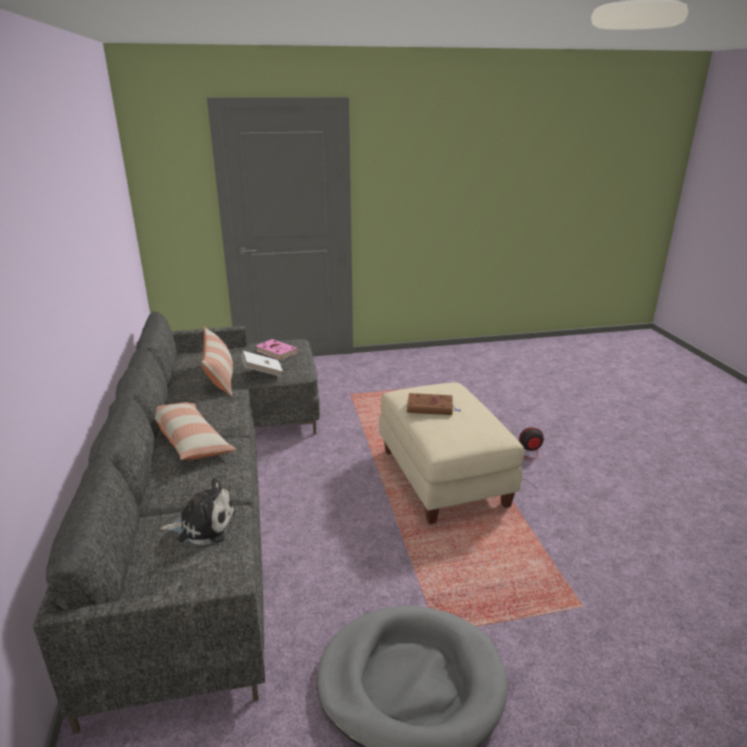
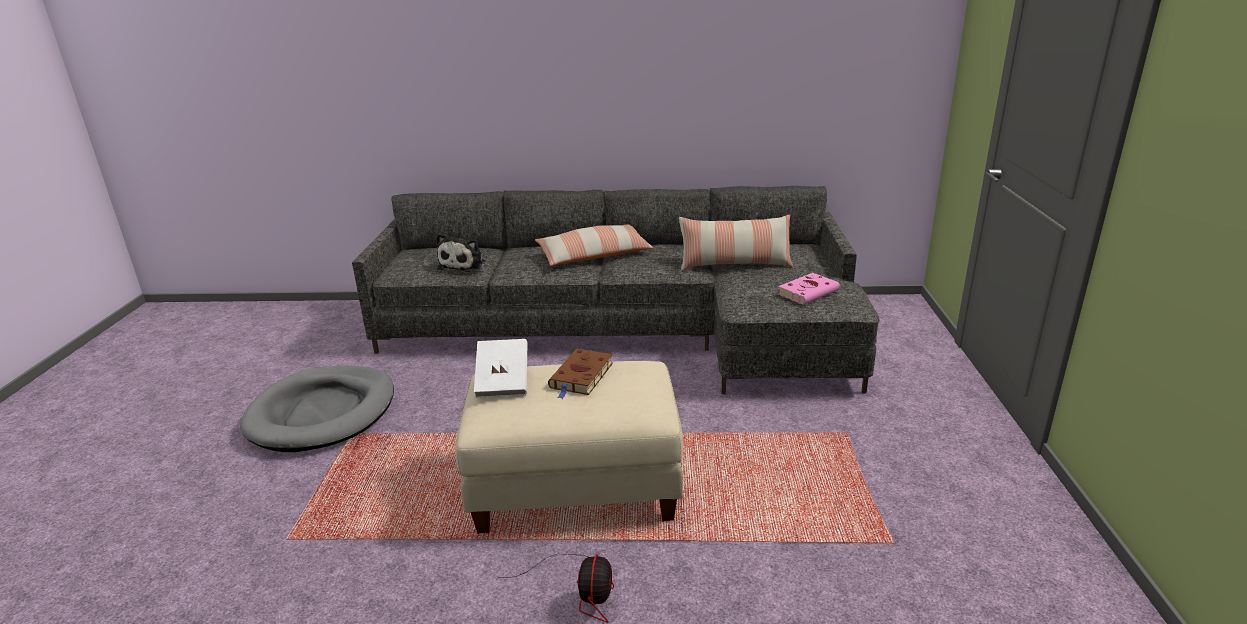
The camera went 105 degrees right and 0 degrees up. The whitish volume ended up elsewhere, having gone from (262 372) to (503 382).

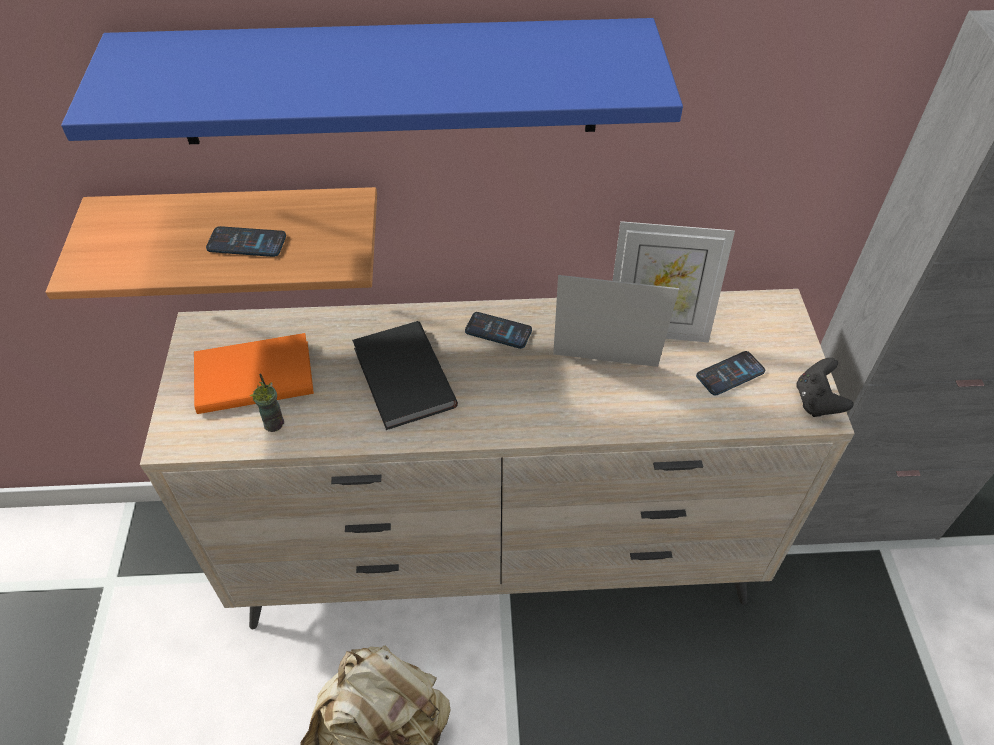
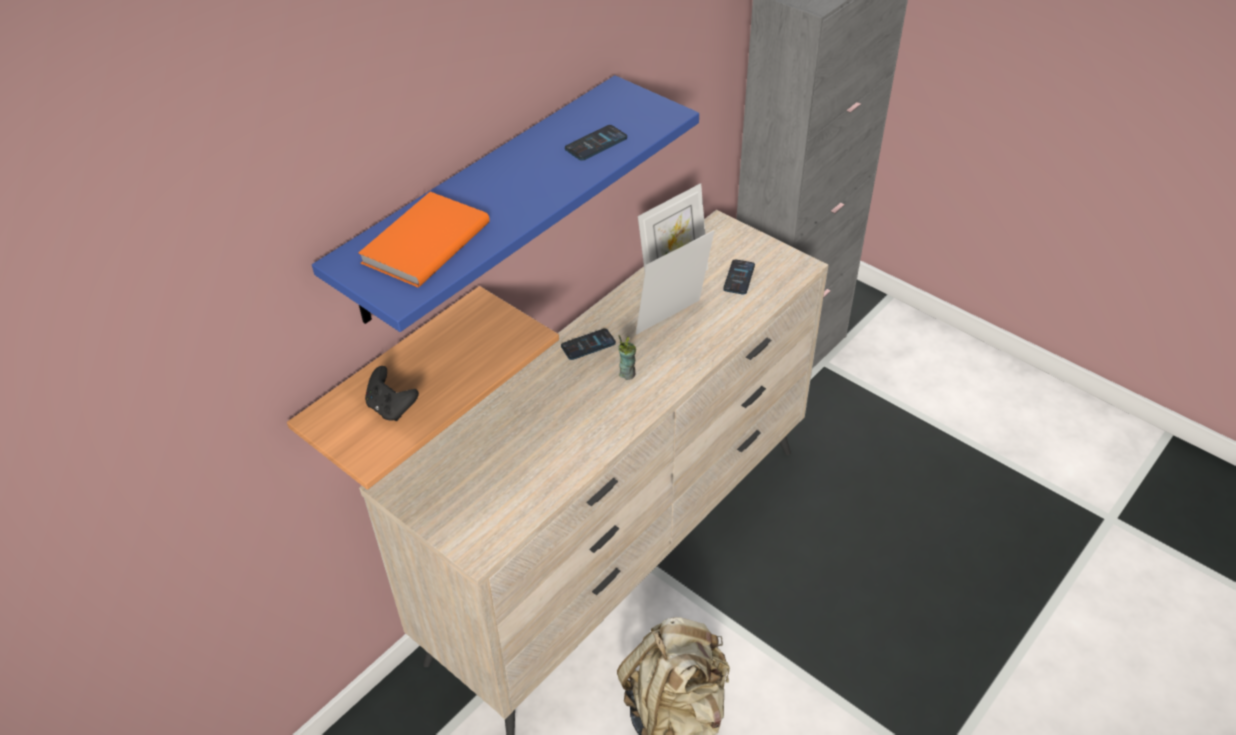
The camera went 45 degrees left and 5 degrees down. The orange volume ended up elsewhere, having gone from (252 375) to (422 243). The black joypad ended up elsewhere, having gone from (816 401) to (391 408). The telephone ended up elsewhere, having gone from (246 243) to (596 144). The small cup ended up elsewhere, having gone from (274 423) to (627 374). The second view lost the black volume at (401 379).

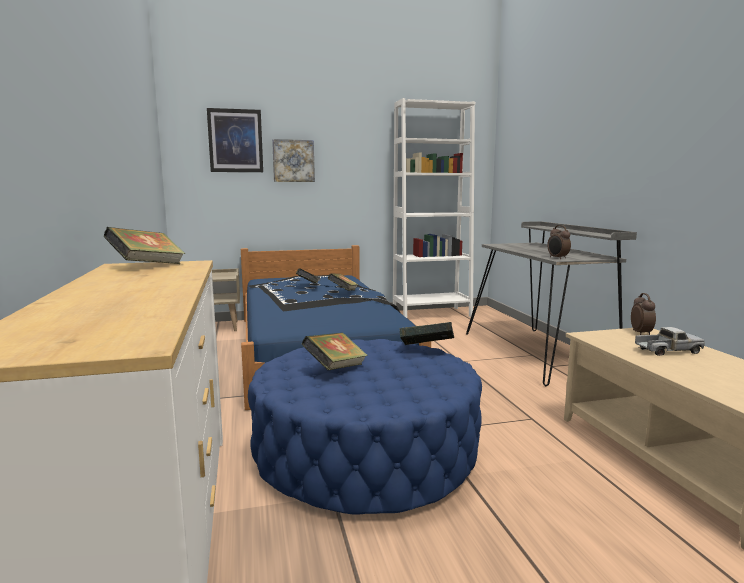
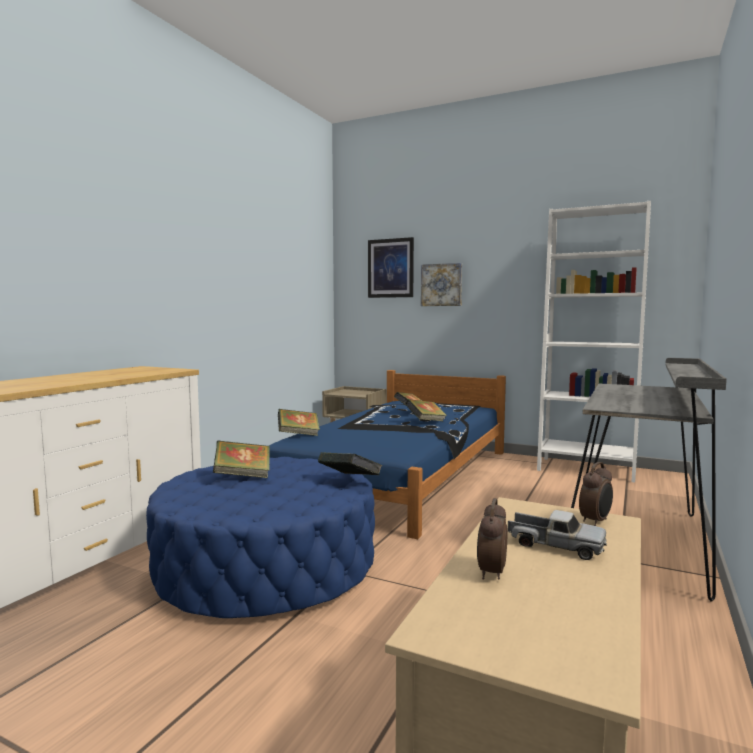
The camera went 40 degrees right and 5 degrees down. The volume ended up elsewhere, having gone from (147 266) to (298 435). The bedside clock ended up elsewhere, having gone from (557 258) to (490 573).

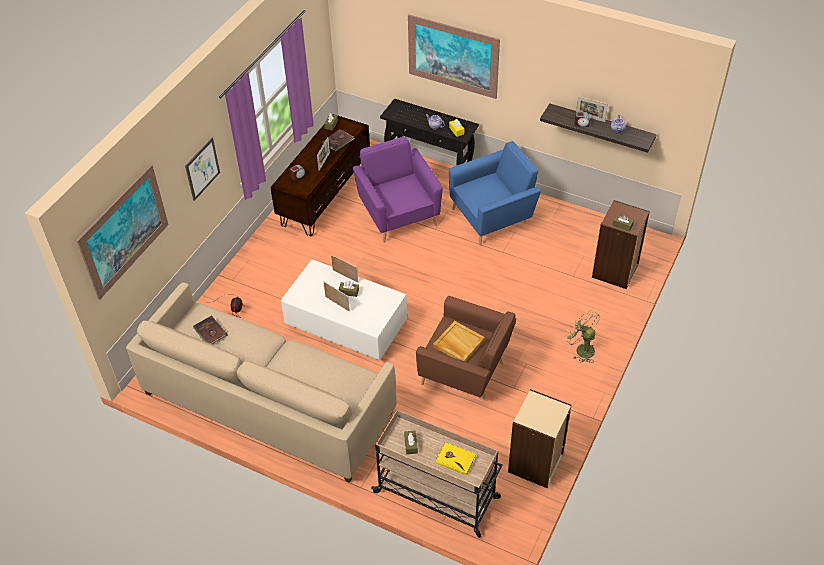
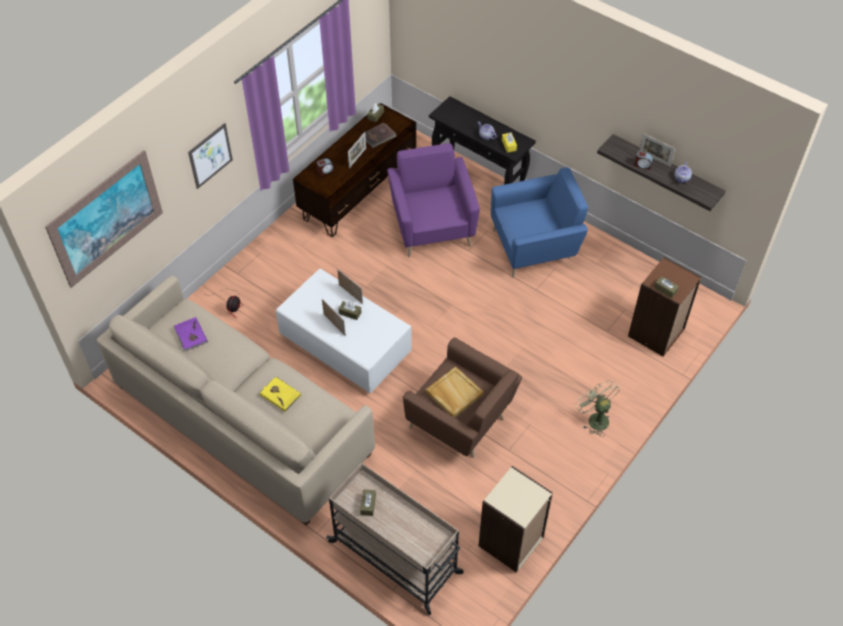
The camera went 10 degrees right and 5 degrees up. What was the brown volume at (210 332) turned into the purple-coloured volume at (190 335). The yellow volume ended up elsewhere, having gone from (455 459) to (280 394). The second view lost the wall picture at (453 56).

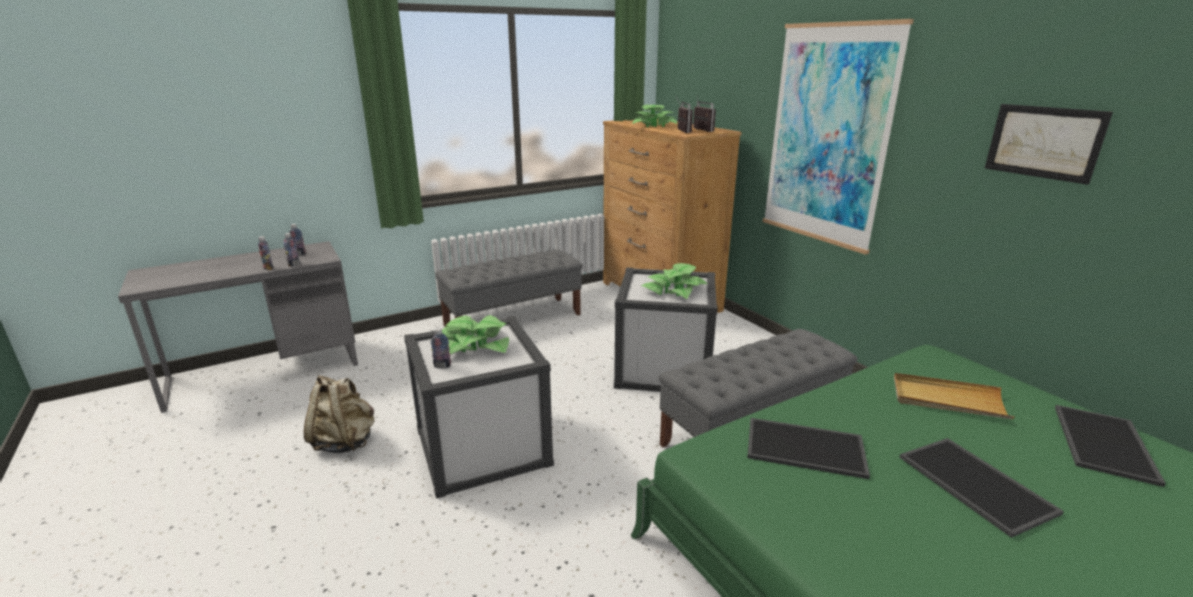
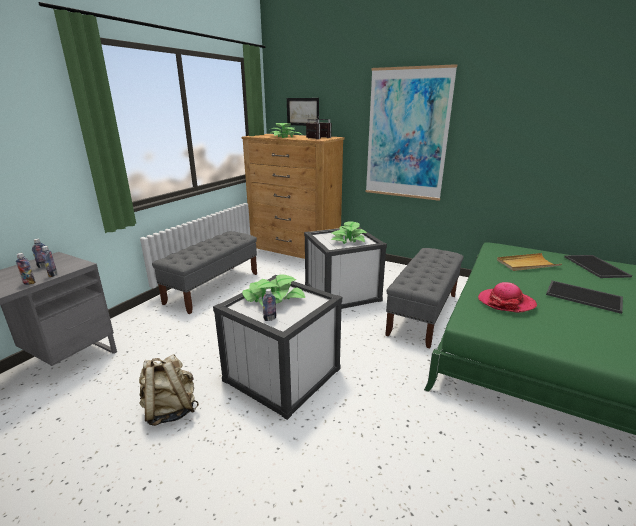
The camera went 30 degrees left and 0 degrees up. The wall picture ended up elsewhere, having gone from (1044 142) to (302 111). Where the tray stood at (806 447), the wearable hat came to stand at (506 302).

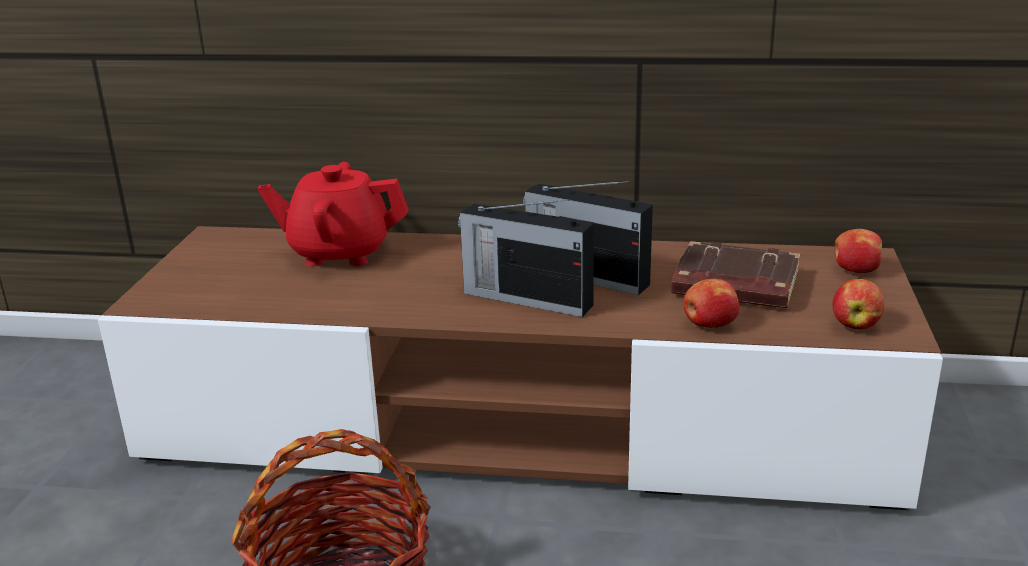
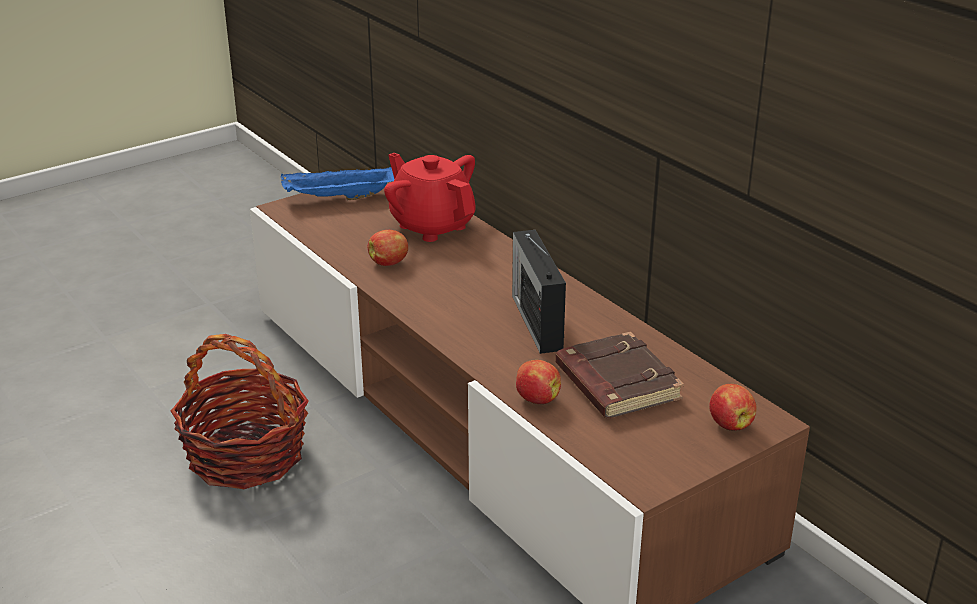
The camera went 45 degrees right and 5 degrees up. The second view gained the blue-coloured tray at (340 198). The apple fruit ended up elsewhere, having gone from (855 325) to (389 263). The second view lost the radio set at (525 298).

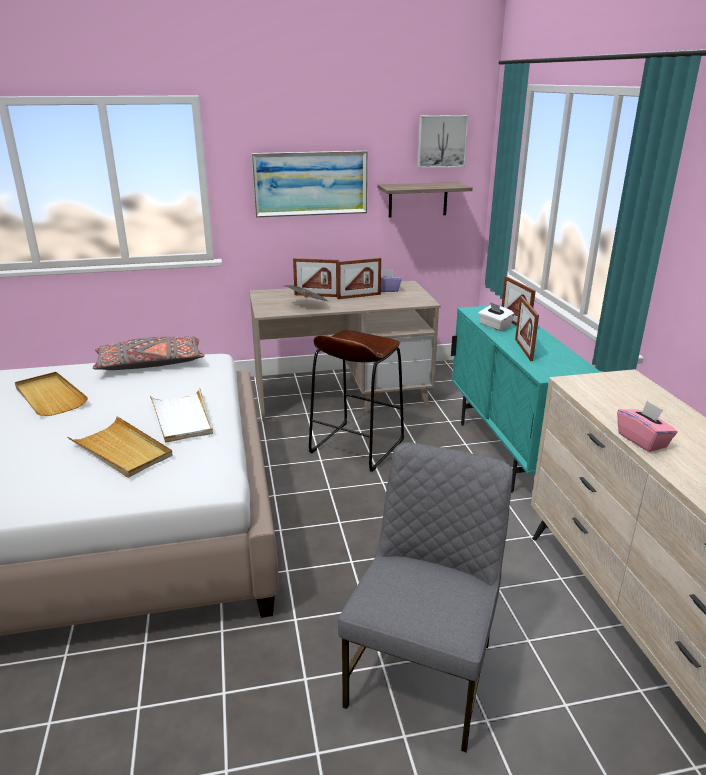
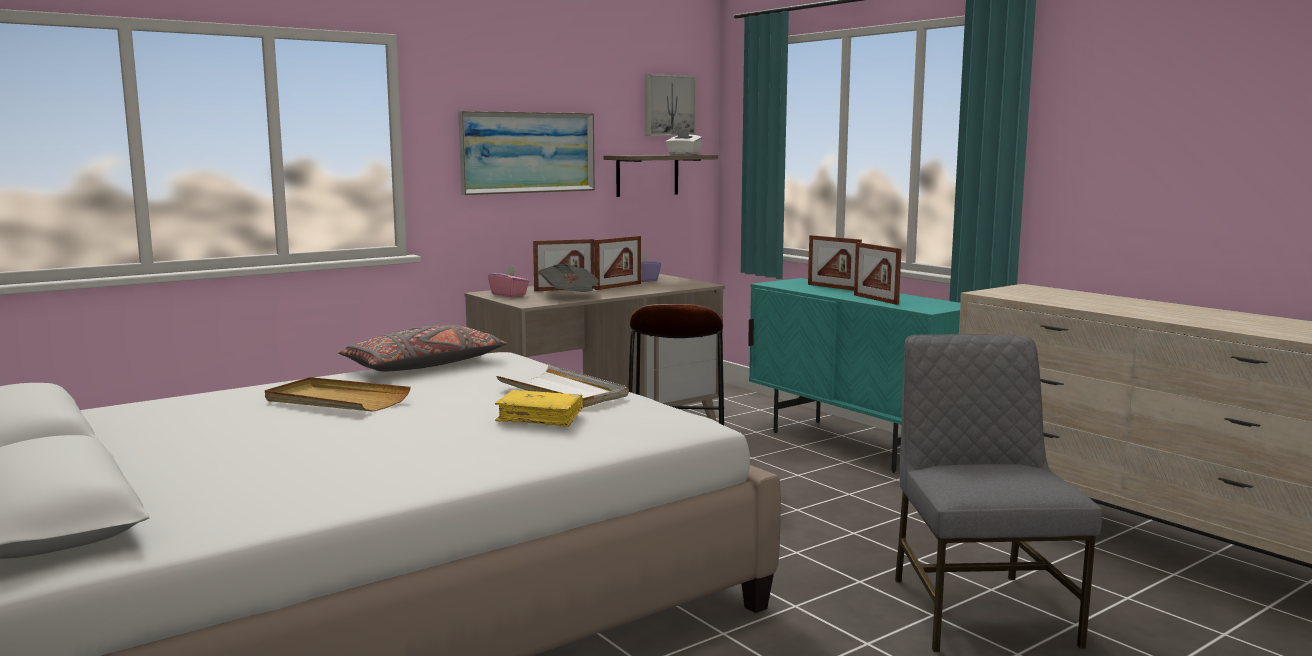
The camera went 25 degrees left and 15 degrees down. The pink-coloured tissue box ended up elsewhere, having gone from (642 440) to (509 295). Where the beige tray stood at (122 450), the yellow volume came to stand at (540 418). The whitish tissue box ended up elsewhere, having gone from (494 326) to (683 154).

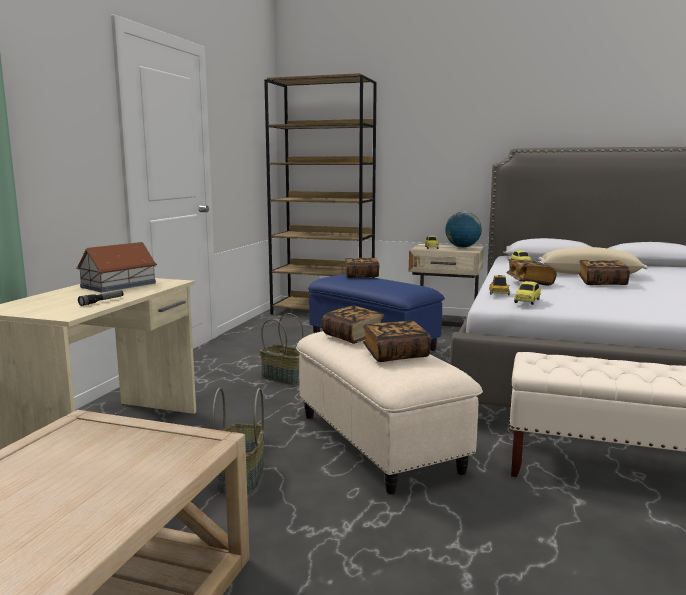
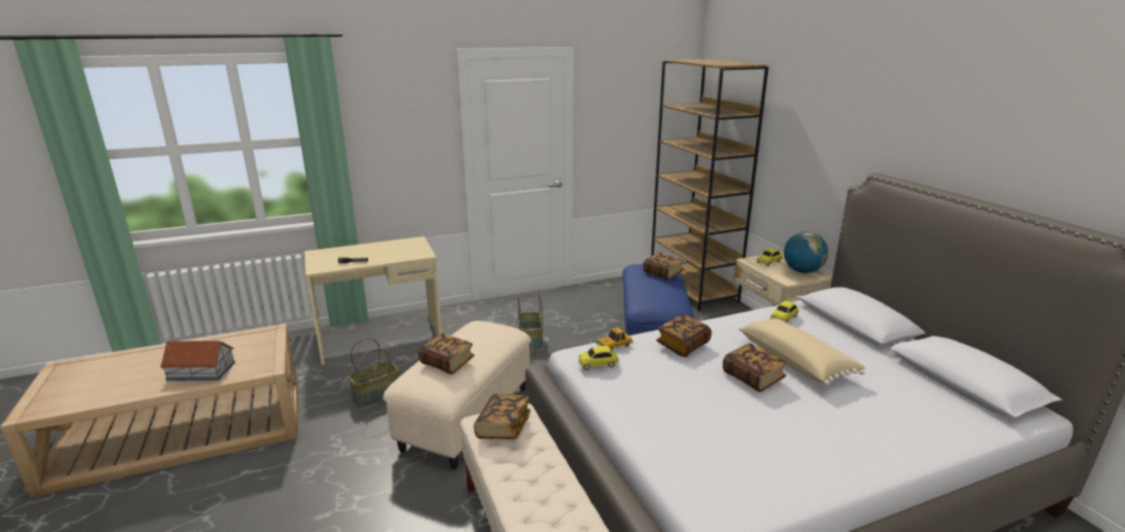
The camera went 50 degrees right and 10 degrees up. The miniature house ended up elsewhere, having gone from (117 285) to (201 371). The volume ended up elsewhere, having gone from (353 337) to (503 427).

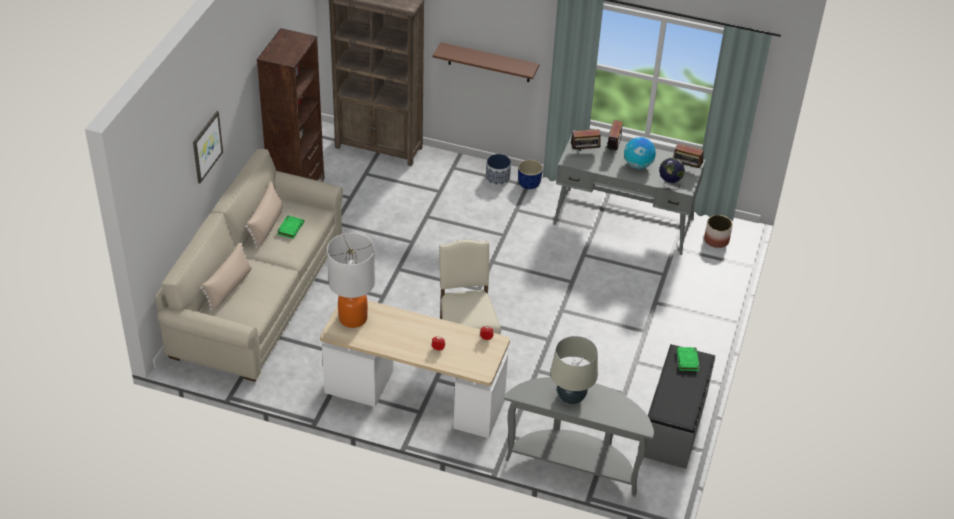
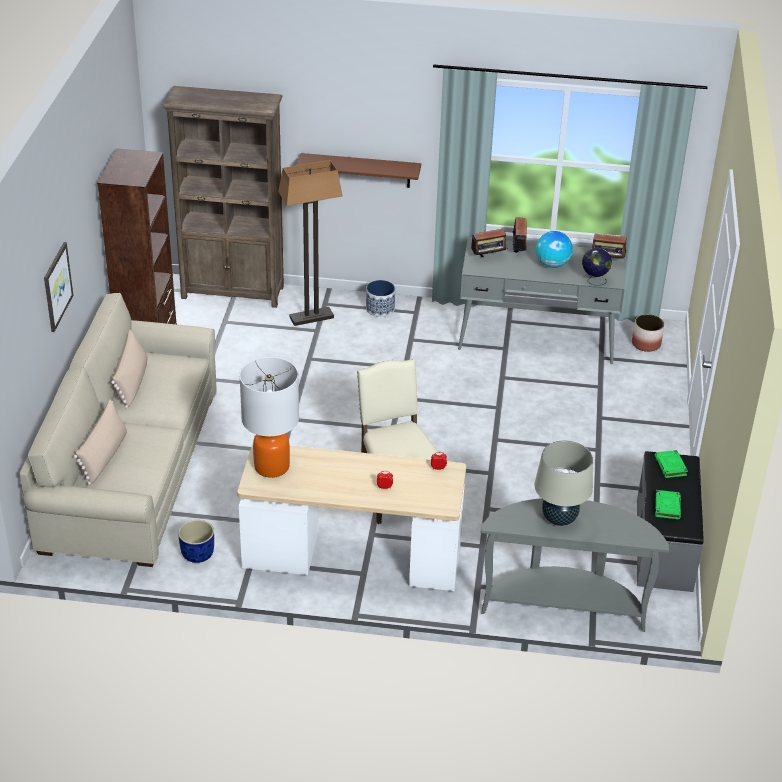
The camera went 10 degrees left and 5 degrees down. The blue-coloured flower pot ended up elsewhere, having gone from (529 183) to (198 554). The second view gained the standing lamp at (311 317). The greenish volume ended up elsewhere, having gone from (290 228) to (667 506).

